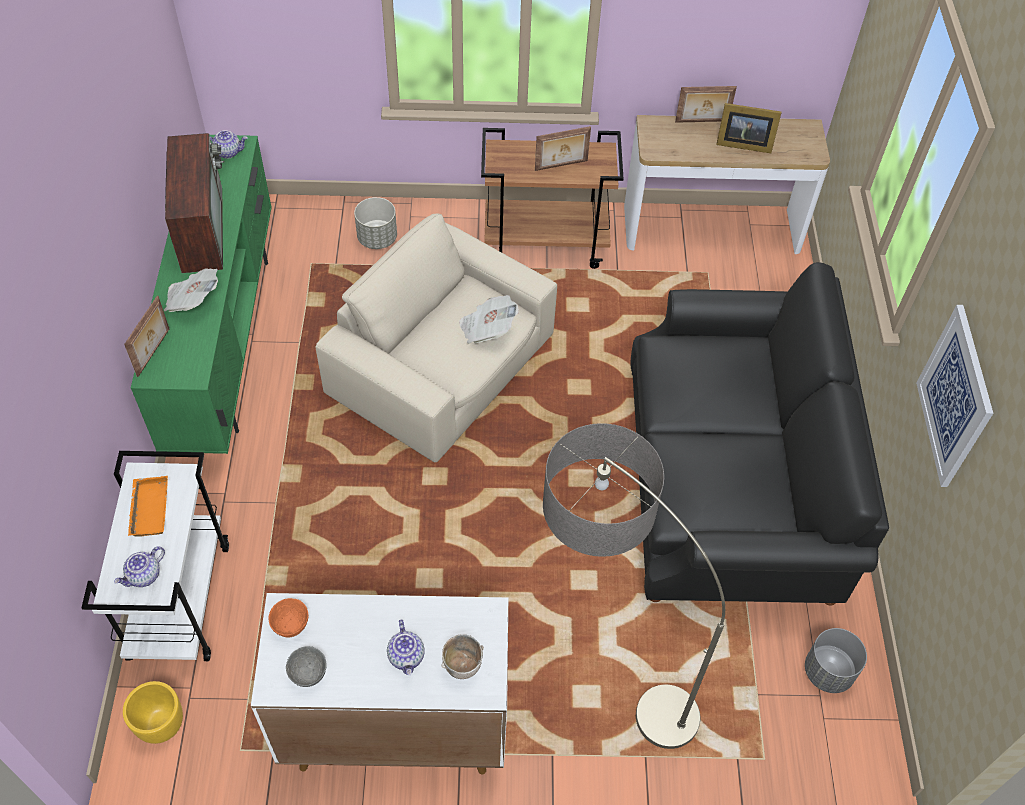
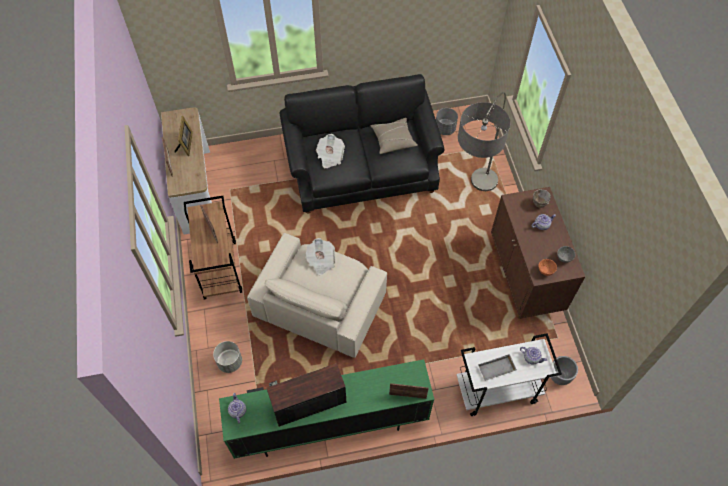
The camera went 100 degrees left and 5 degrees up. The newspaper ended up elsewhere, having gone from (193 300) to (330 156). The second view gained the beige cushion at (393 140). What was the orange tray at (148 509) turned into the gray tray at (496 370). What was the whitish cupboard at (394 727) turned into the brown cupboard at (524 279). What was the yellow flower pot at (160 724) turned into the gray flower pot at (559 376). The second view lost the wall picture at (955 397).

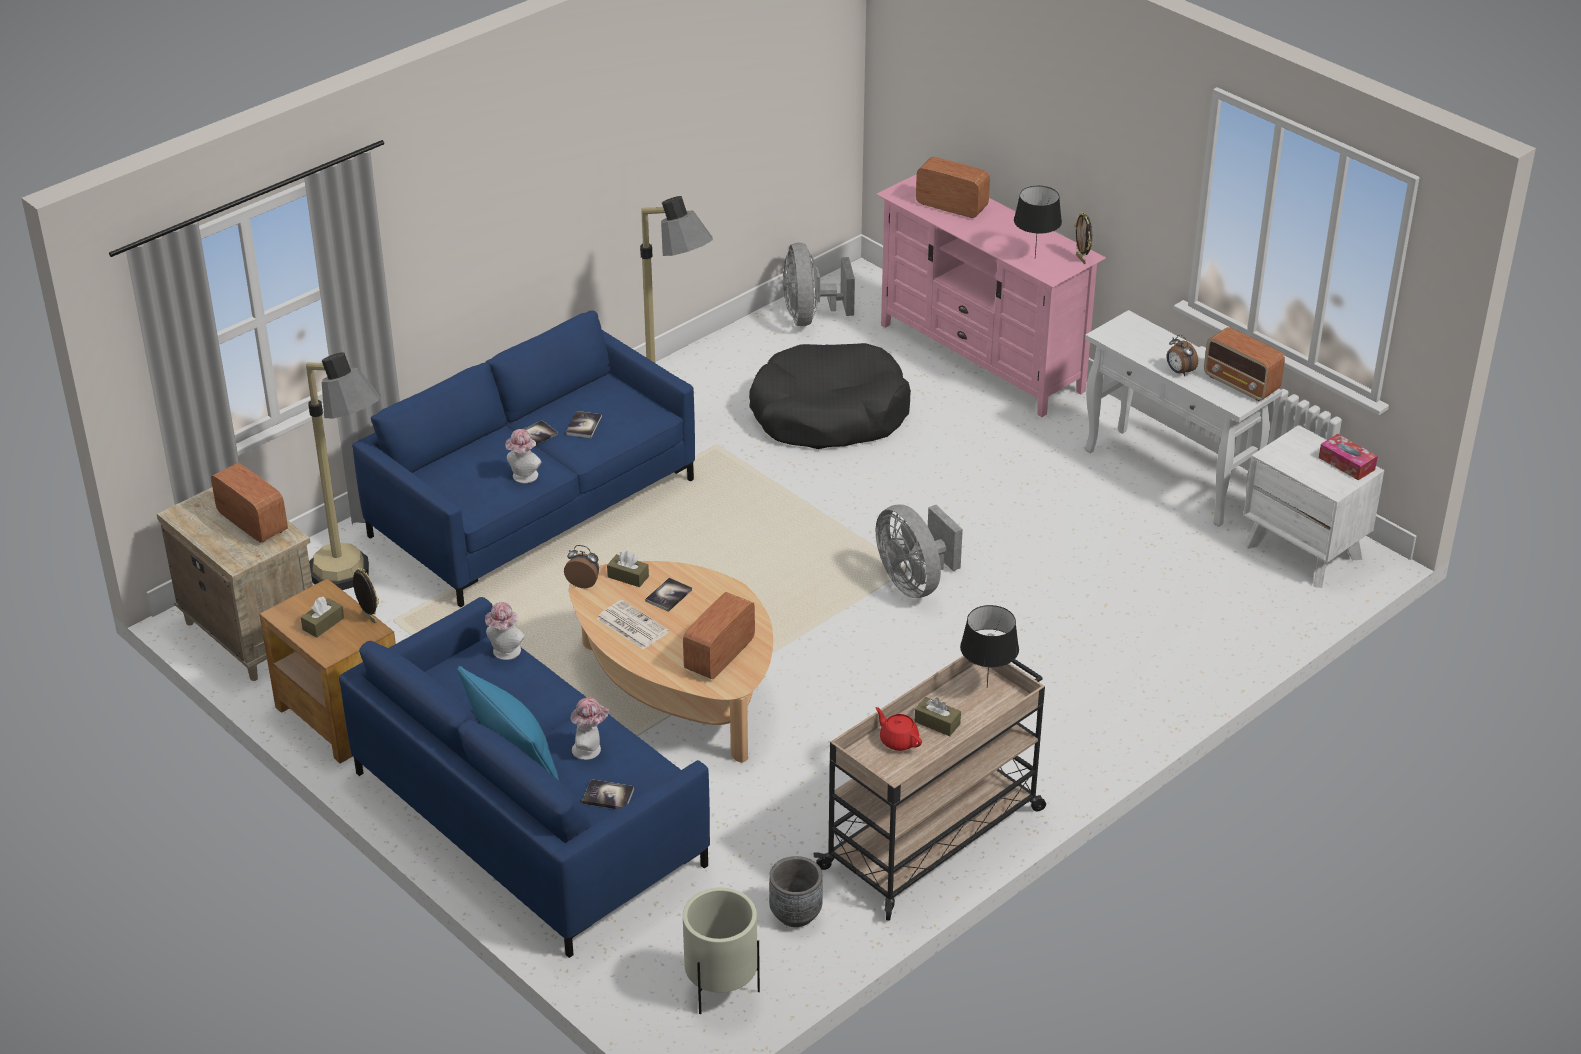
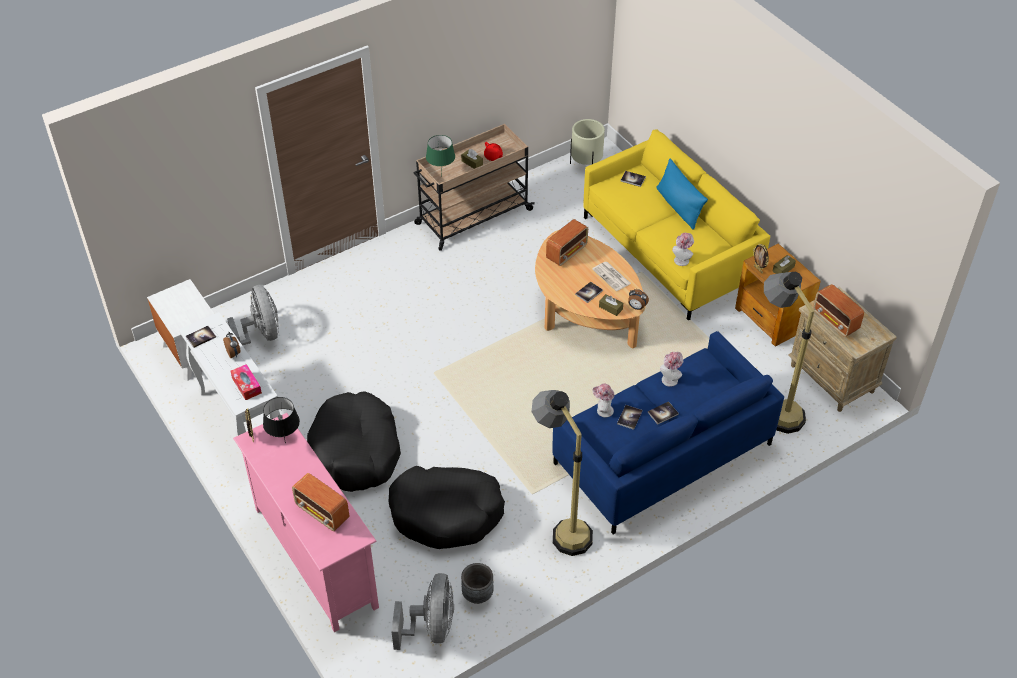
The camera went 170 degrees left and 10 degrees up. Where the radio set stood at (1241 384), the volume came to stand at (201 337). The gray fan ended up elsewhere, having gone from (915 582) to (261 335). The tissue box ended up elsewhere, having gone from (1346 463) to (246 385). The second view gained the black dog cushion at (356 451). What was the black lamp for a table at (986 688) turned into the greenish lamp for a table at (441 176). The gray flower pot ended up elsewhere, having gone from (796 913) to (477 594). What was the blue-coloured settee at (529 818) turned into the yellow settee at (668 250). The wearable hat ended up elsewhere, having gone from (590 749) to (602 410).

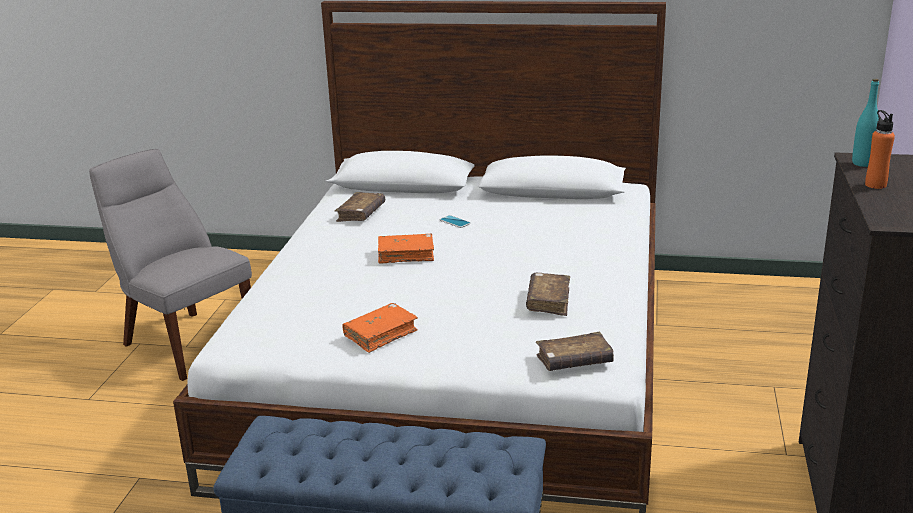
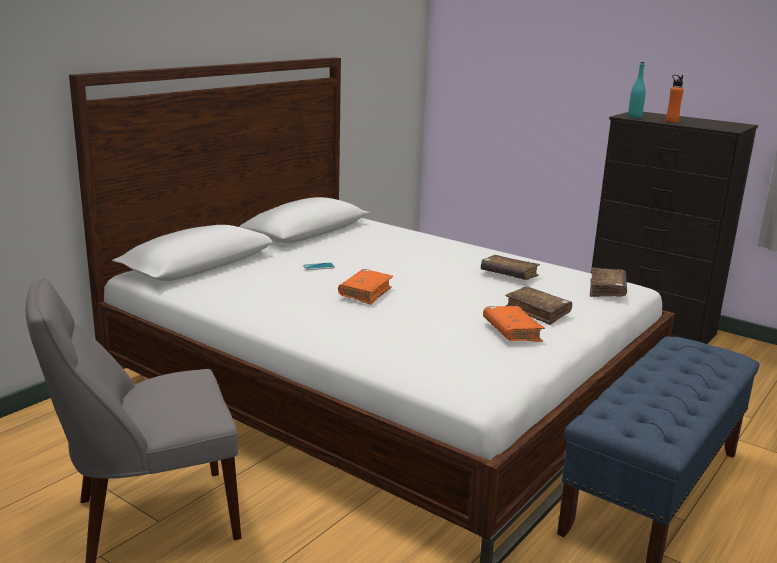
The camera went 65 degrees left and 5 degrees down. The brown volume ended up elsewhere, having gone from (361 214) to (537 312).

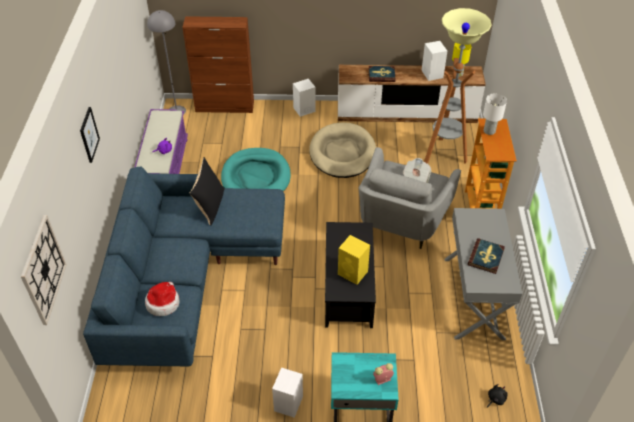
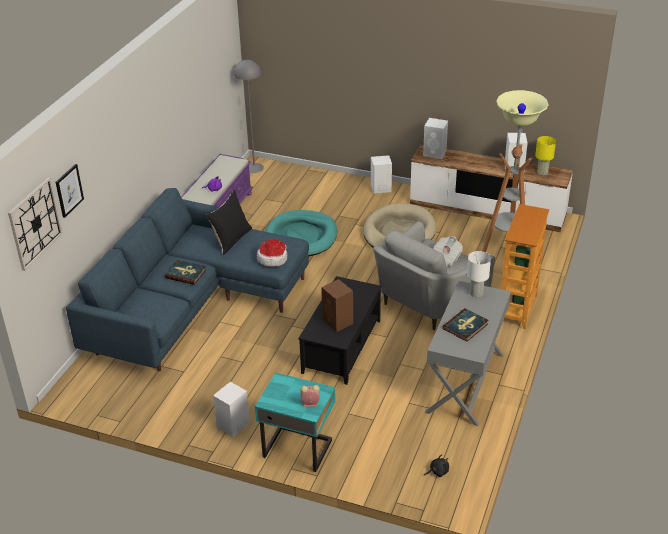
The camera went 20 degrees right and 10 degrees down. The wall picture ended up elsewhere, having gone from (89 134) to (69 190). The volume ended up elsewhere, having gone from (381 75) to (186 274). The wearable hat ended up elsewhere, having gone from (163 303) to (273 259). What was the yellow audio speaker at (353 273) turned into the brown audio speaker at (338 322). The second view gained the whitish audio speaker at (435 153). The whitish lamp for a table ended up elsewhere, having gone from (489 131) to (476 293). The second view lost the brown cupboard at (225 106).

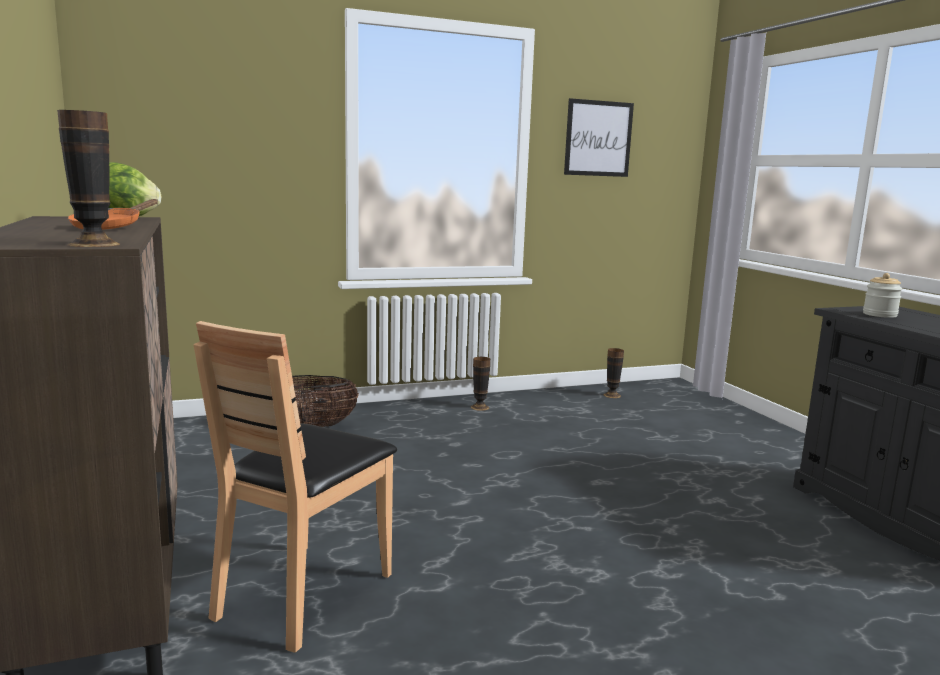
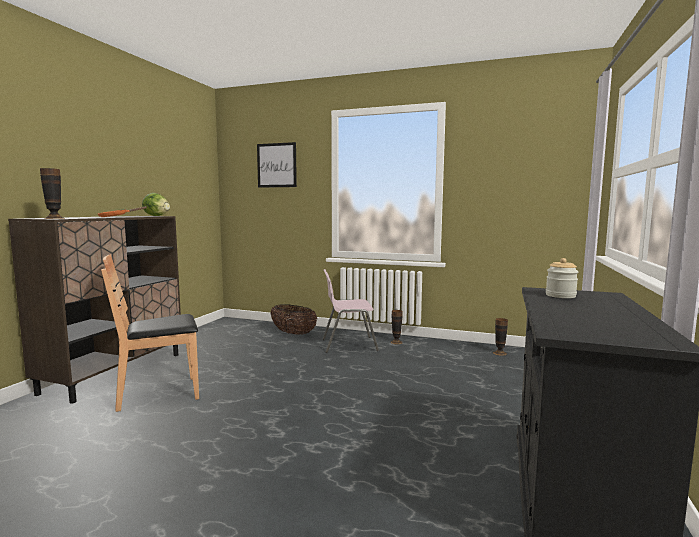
The camera went 40 degrees right and 5 degrees down. The wall picture ended up elsewhere, having gone from (598 138) to (276 165). The second view gained the pink-coloured chair at (348 345).

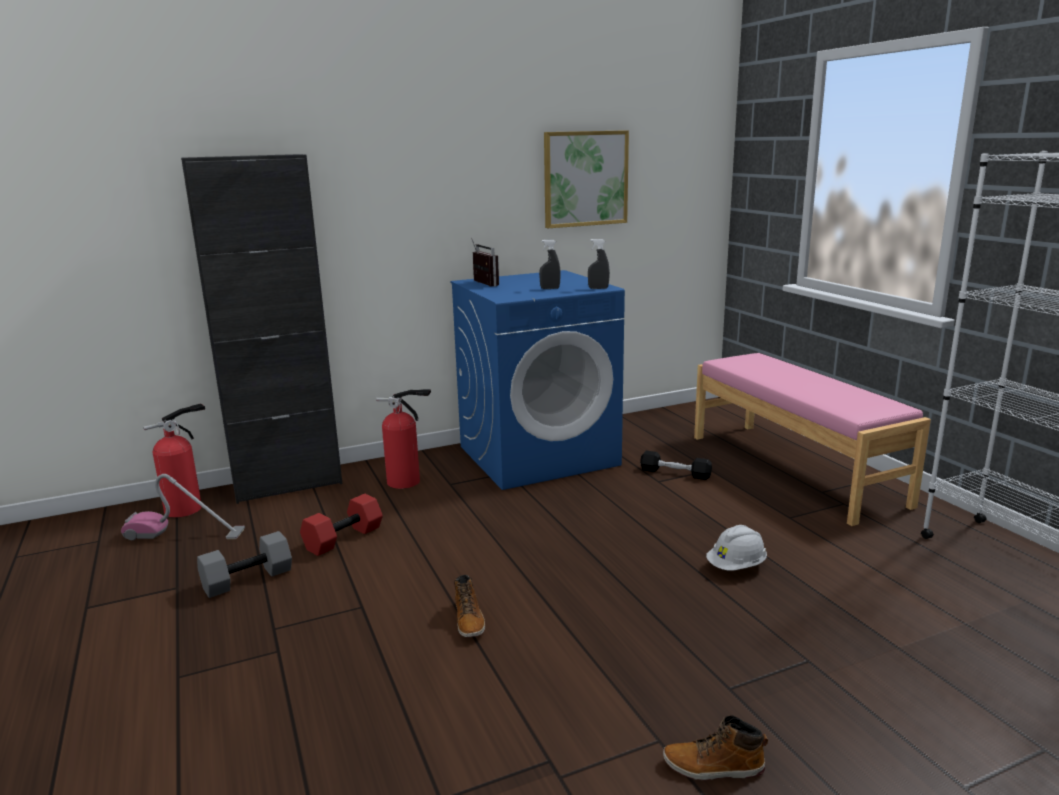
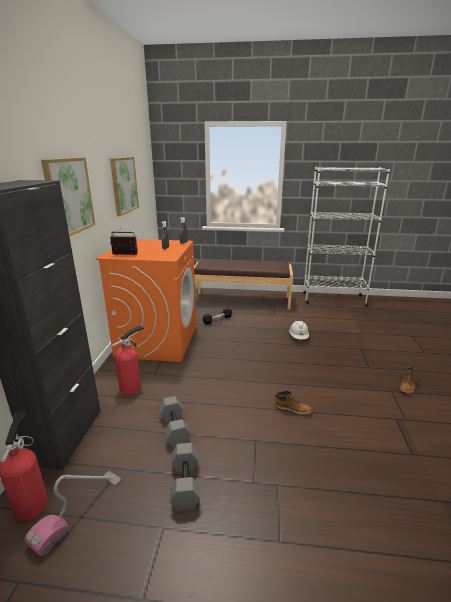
The camera went 60 degrees left and 5 degrees up. The second view gained the wall picture at (69 196). What was the blue-coloured laundry machine at (539 455) turned into the orange laundry machine at (157 340). What was the red-coloured hand weight at (343 538) turned into the gray hand weight at (174 428). What was the pink-coloured long seat at (794 469) turned into the brown long seat at (241 300).

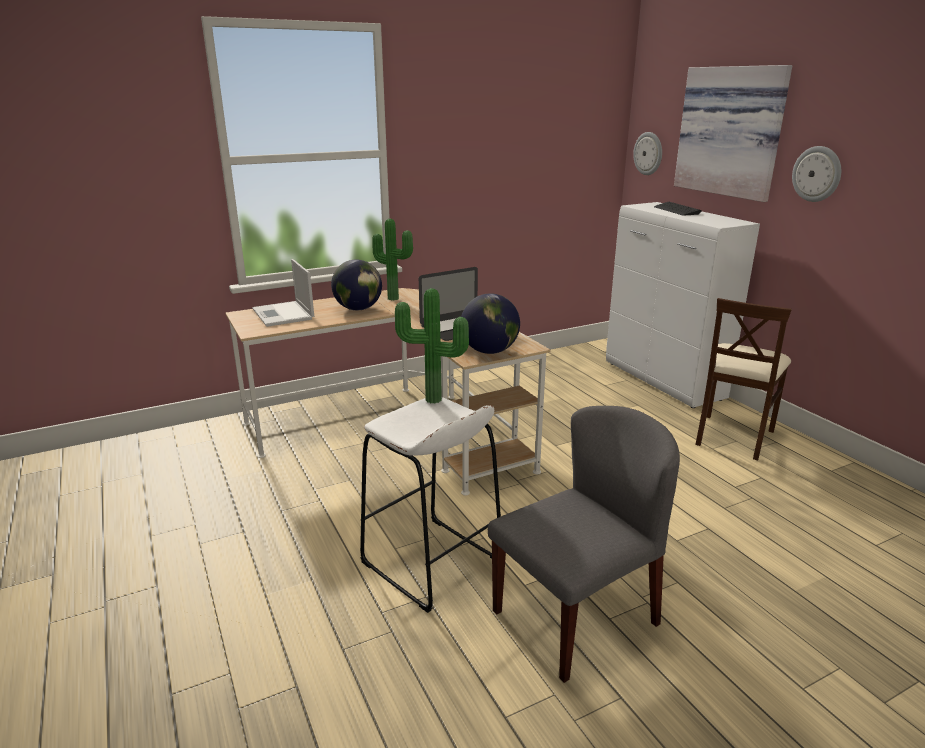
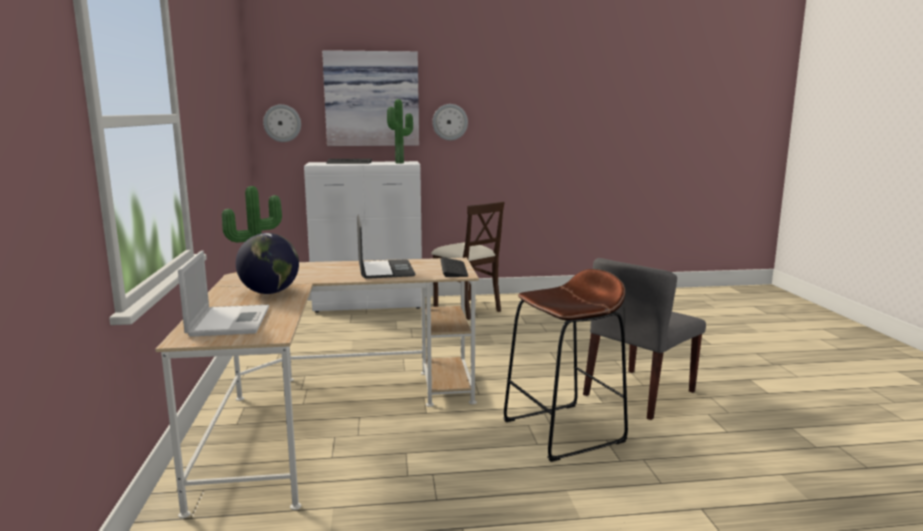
The camera went 70 degrees left and 10 degrees down. The notebook computer at (283 314) ended up facing another way, 90 degrees counterclockwise from before. The potted plant ended up elsewhere, having gone from (433 401) to (401 163). Where the world globe stood at (489 351), the keyboard came to stand at (453 269). What was the whitish stool seat at (431 562) turned into the brown stool seat at (564 431). The gray chair at (575 616) ended up facing another way, 120 degrees counterclockwise from before.

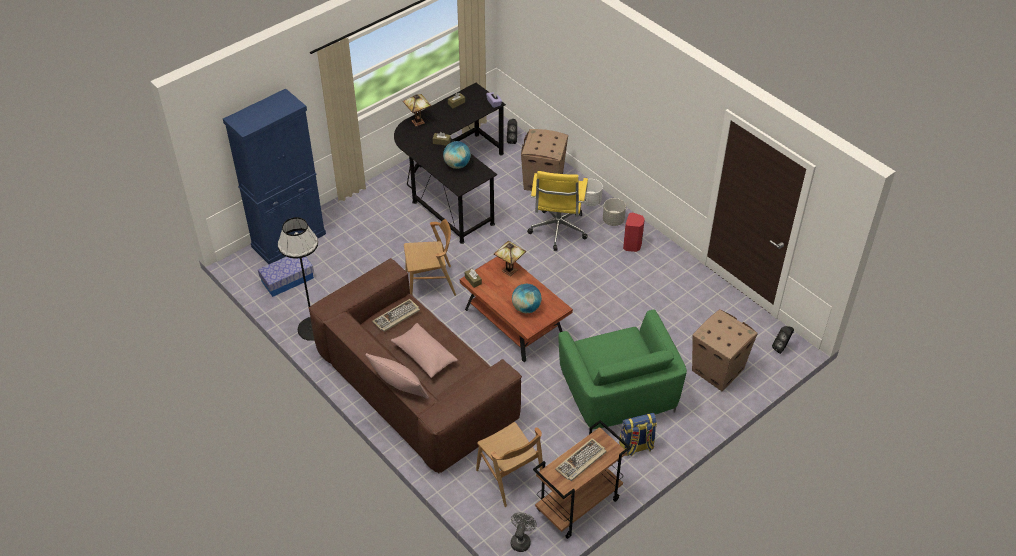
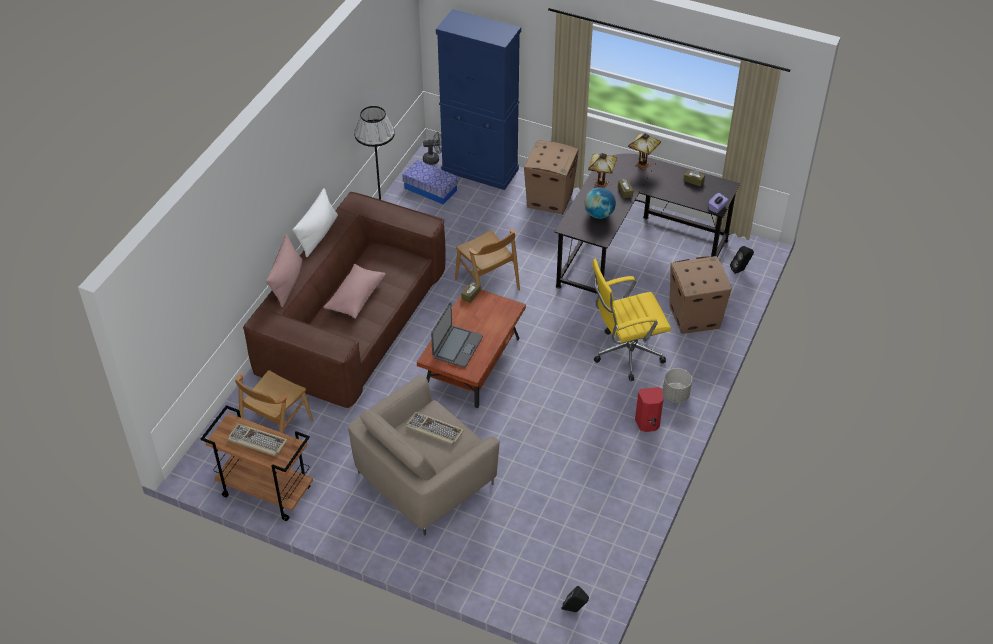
The camera went 65 degrees right and 0 degrees up. The second view gained the whitish cushion at (318 235). What was the greenish easy chair at (618 393) turned into the beige easy chair at (425 478). The keyboard ended up elsewhere, having gone from (396 317) to (433 430). The gray fan ended up elsewhere, having gone from (521 540) to (434 159). Where the world globe stood at (526 308), the notebook computer came to stand at (457 347). The packing box ended up elsewhere, having gone from (717 369) to (550 199). The lamp for a table ended up elsewhere, having gone from (510 270) to (601 185). The second view lost the whitish flower pot at (590 201). The second view lost the rucksack at (636 447).

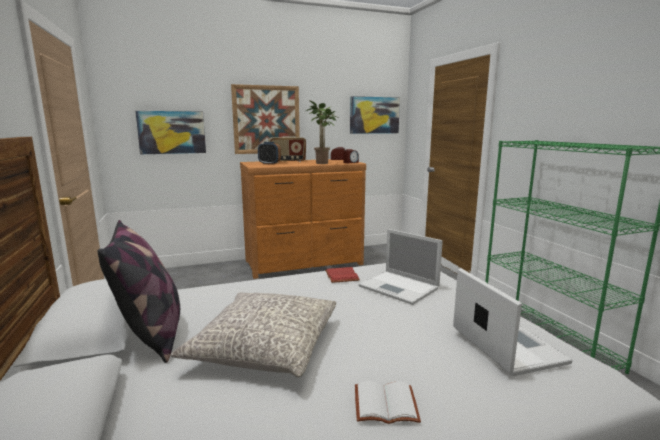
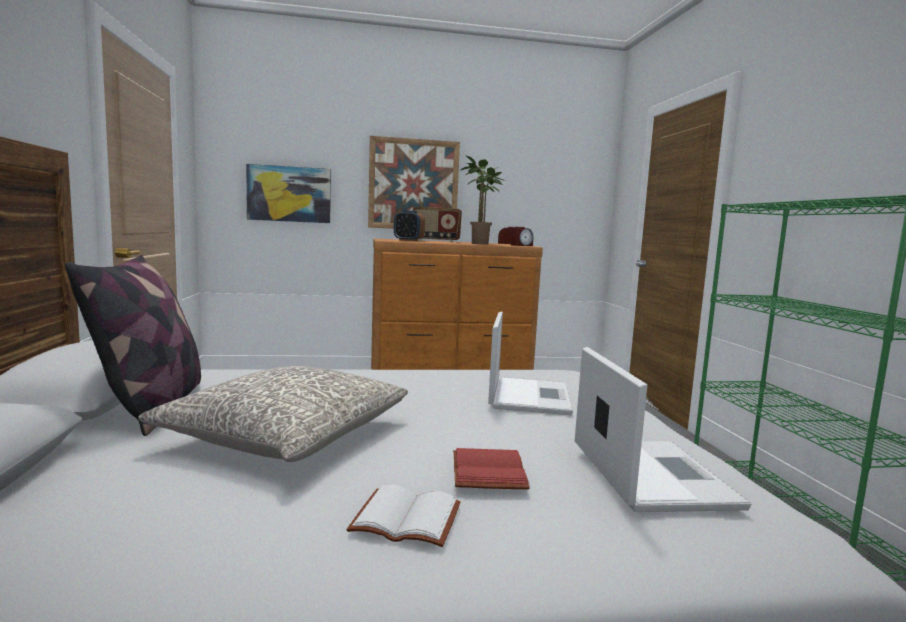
The camera went 10 degrees right and 5 degrees down. The red-coloured volume ended up elsewhere, having gone from (340 276) to (485 471). The notebook computer at (400 287) ended up facing another way, 135 degrees counterclockwise from before. The second view lost the wall picture at (374 115).

